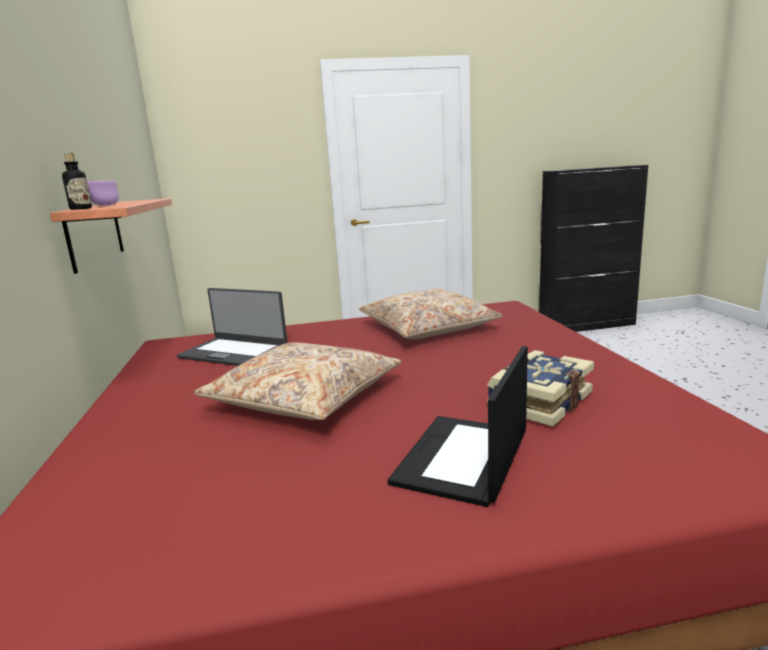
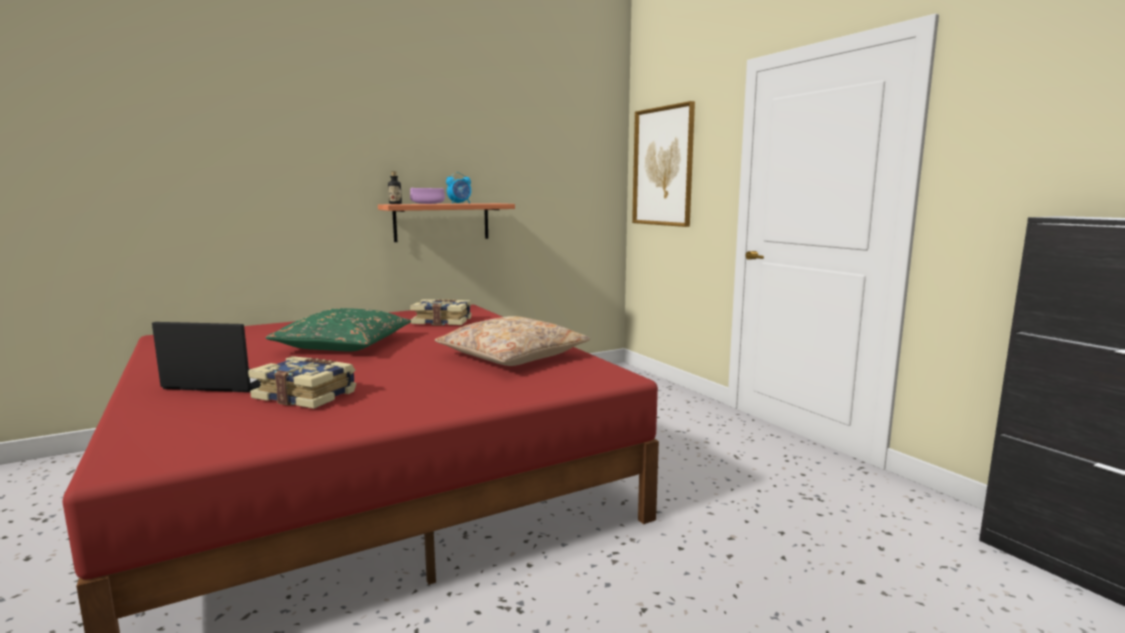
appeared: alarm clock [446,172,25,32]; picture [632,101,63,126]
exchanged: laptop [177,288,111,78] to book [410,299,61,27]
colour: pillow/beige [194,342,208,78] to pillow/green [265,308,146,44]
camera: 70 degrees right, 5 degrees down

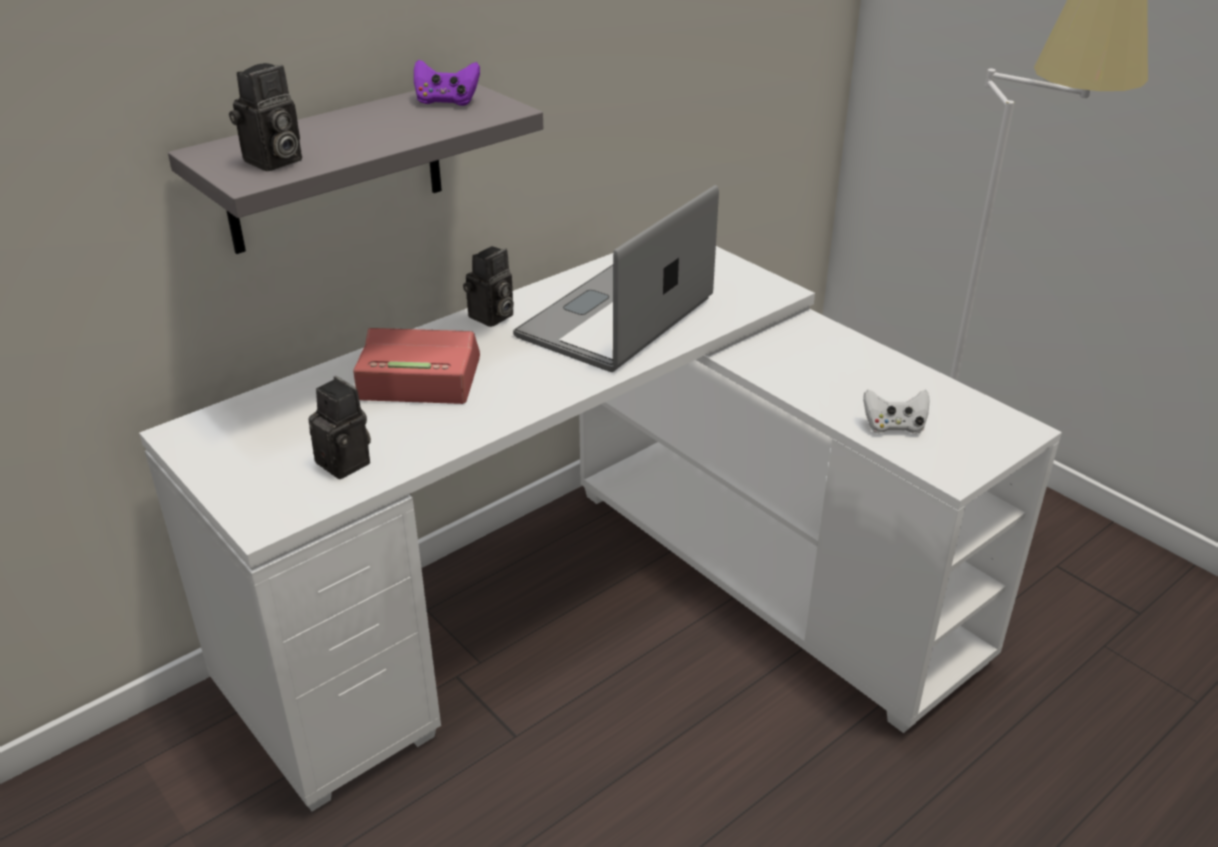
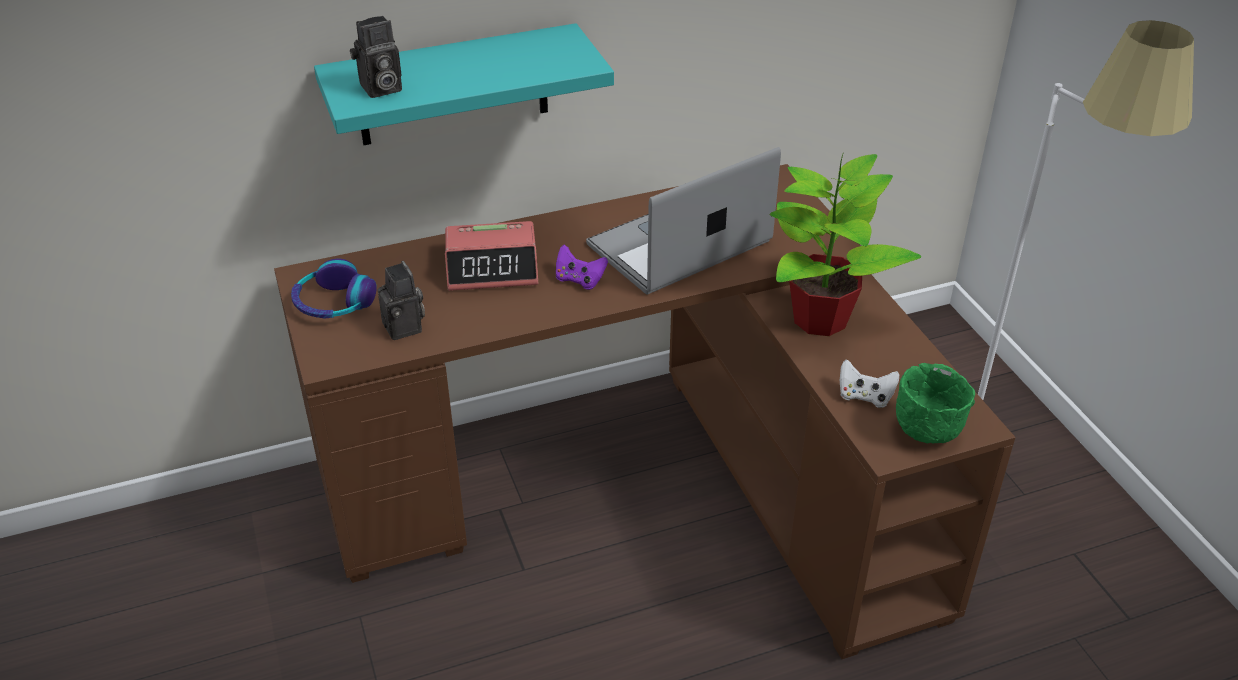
missing: photo camera [463,246,51,81]
appeared: headphones [291,258,86,61]; potted plant [769,152,153,184]; bowl/green [896,363,79,80]
relocated: game controller/purple [414,60,66,46] to [556,245,52,45]
colour: desk/white [139,246,923,565] to desk/brown [274,164,742,495]; shelf/grey [168,84,375,170] to shelf/turquoise [314,23,300,122]
spun: alarm clock [353,328,127,76] = [445,221,93,70] 150 degrees clockwise
camera: 20 degrees right, 5 degrees up

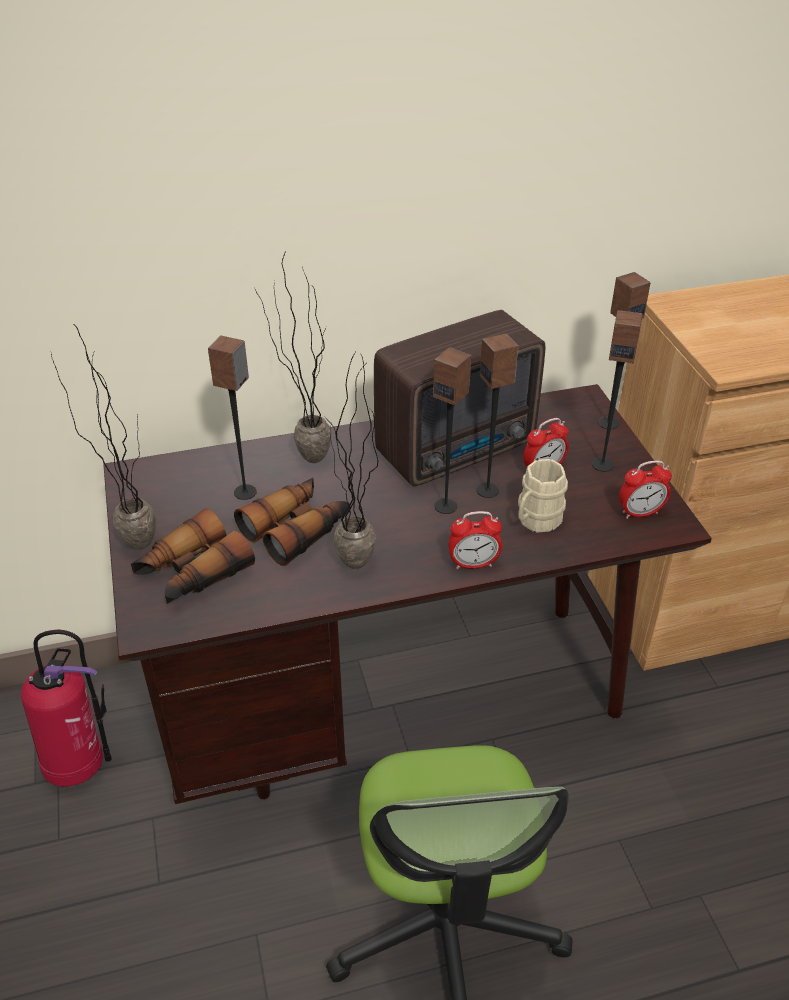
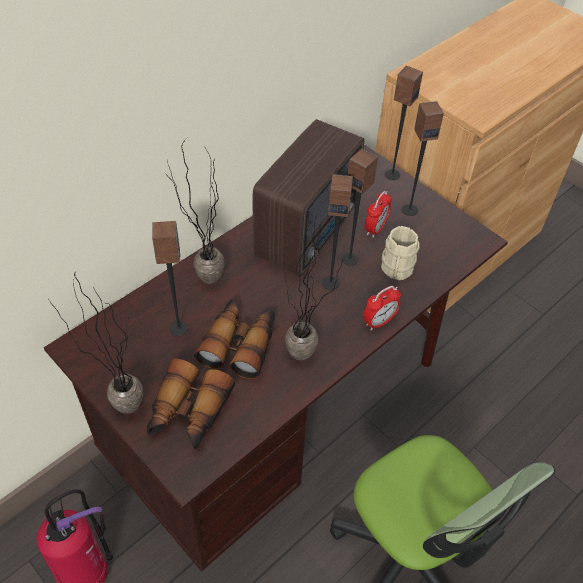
missing: alarm clock [619,460,53,59]
camera: 30 degrees left, 10 degrees up

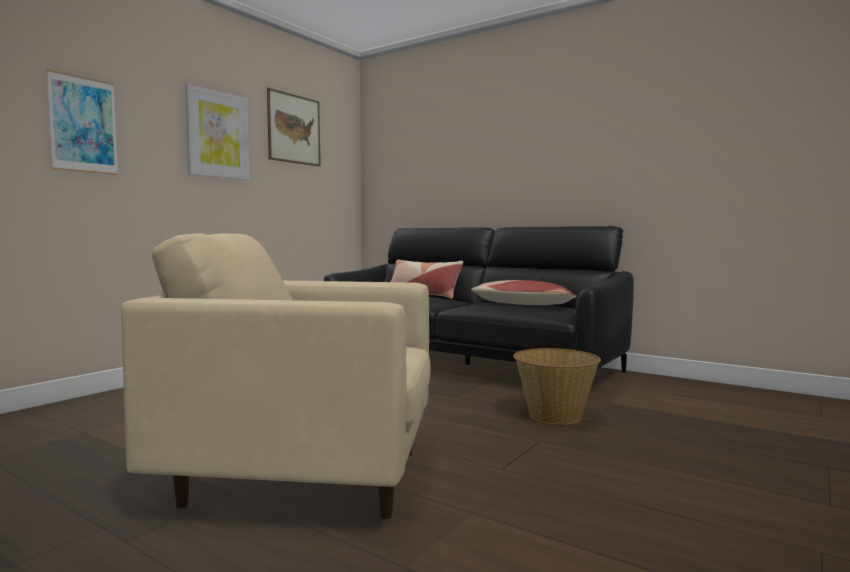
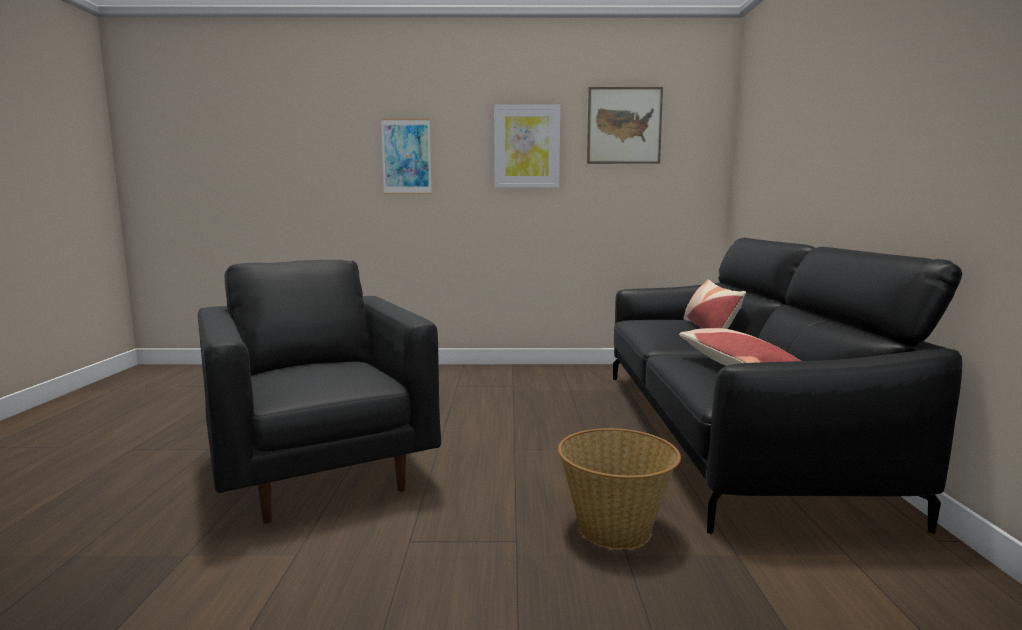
colour: armchair/beige [121,233,310,286] to armchair/black [198,260,243,264]
camera: 55 degrees right, 5 degrees up

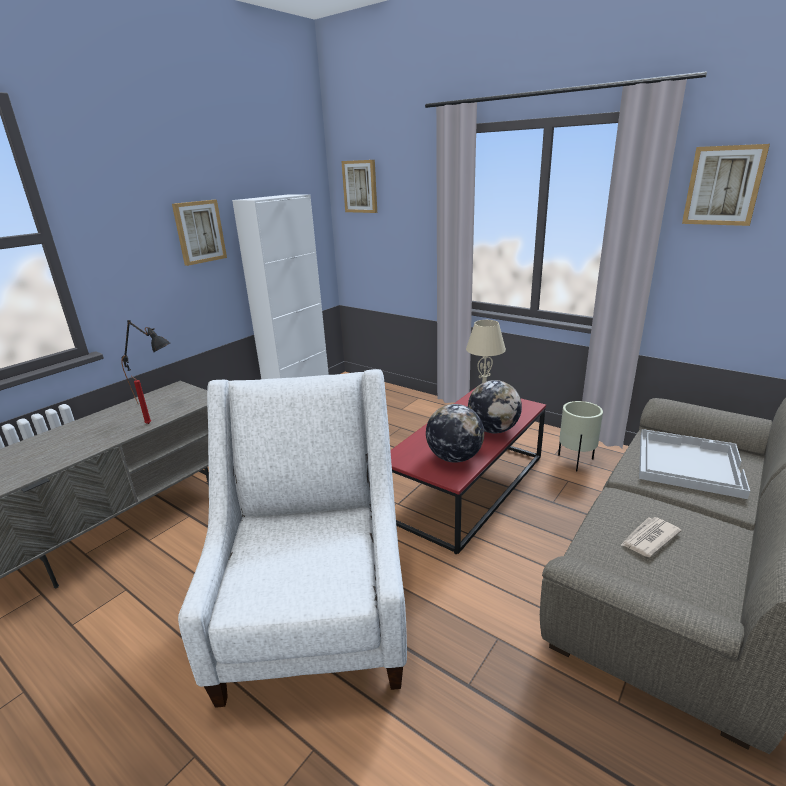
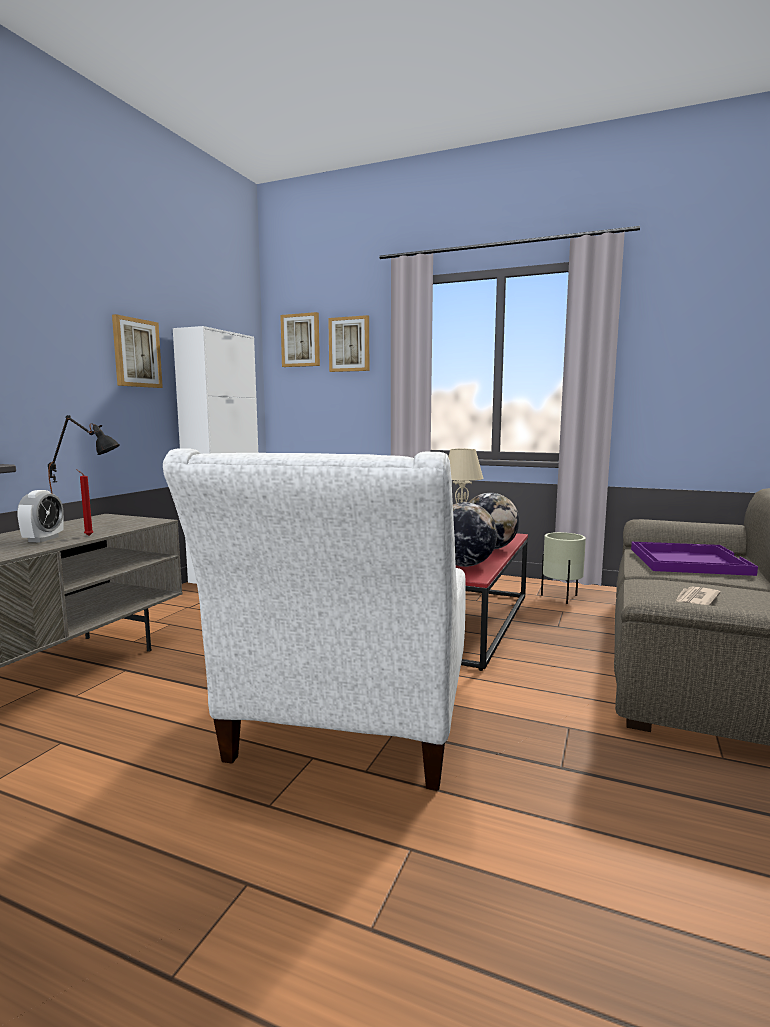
appeared: alarm clock [17,490,47,53]
relocated: picture [682,144,88,82] to [328,315,41,57]
colour: tray/white [639,429,111,70] to tray/purple [631,542,127,34]
spun: armchair/white [178,369,229,339] = [163,448,303,342] 150 degrees counterclockwise
camera: 15 degrees left, 15 degrees down

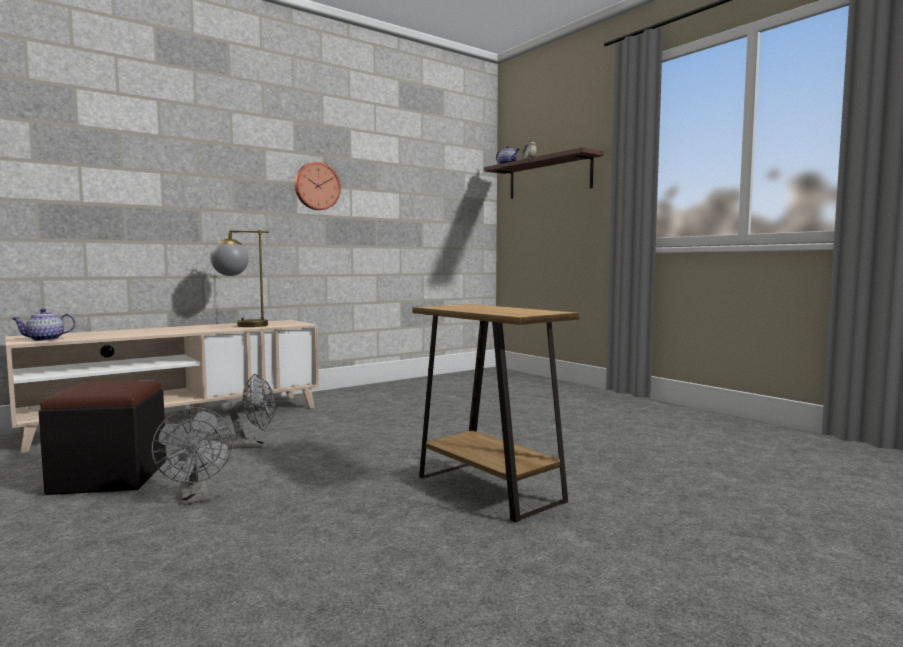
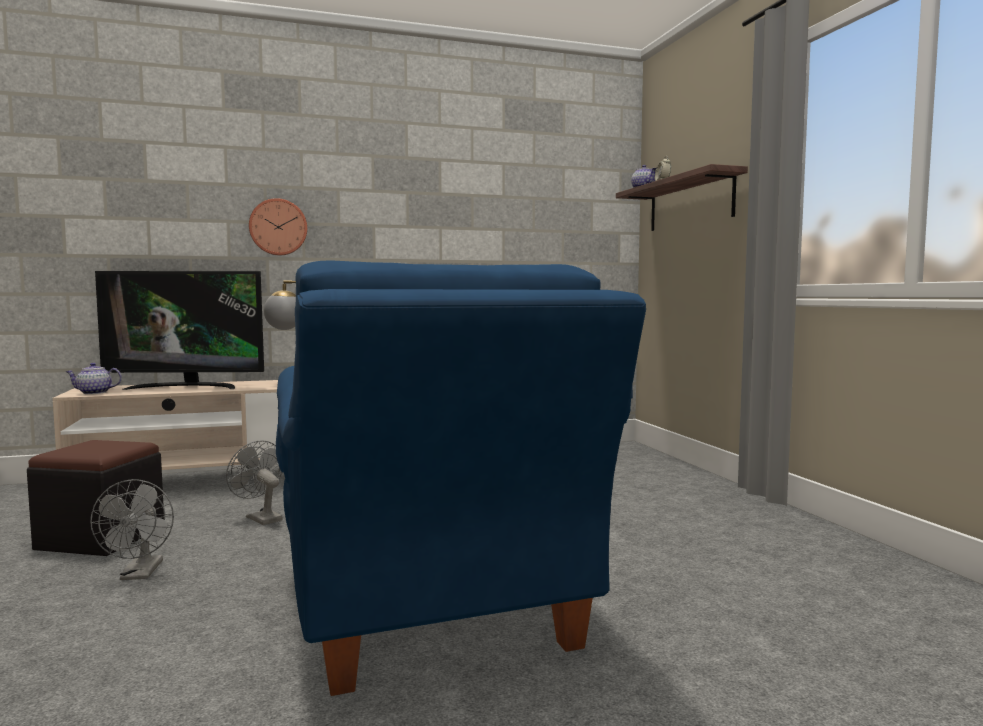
appeared: television [95,271,169,119]
relocated: wall clock [295,162,46,48] to [249,198,58,58]
exchanged: side table/brown [413,304,166,218] to armchair/blue [276,260,370,436]
spun: fan/grey [221,374,54,75] = [226,440,57,85] 150 degrees counterclockwise
camera: 20 degrees right, 0 degrees up

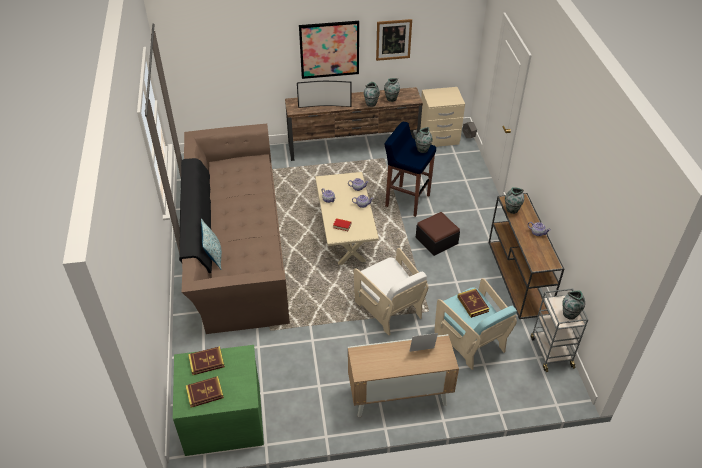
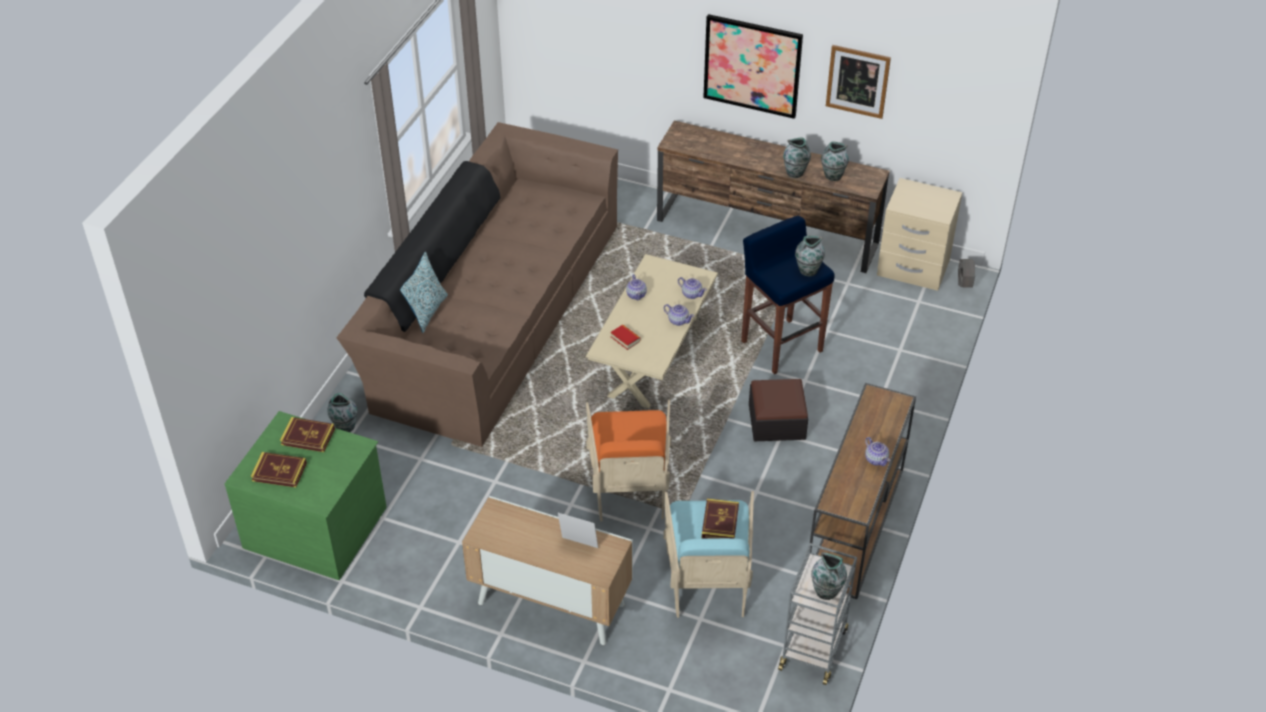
missing: television [297,81,54,27]
relocated: vase [505,187,19,27] to [327,393,31,39]
colour: armchair/white [354,248,74,88] to armchair/orange [586,400,85,121]
camera: 30 degrees right, 0 degrees up

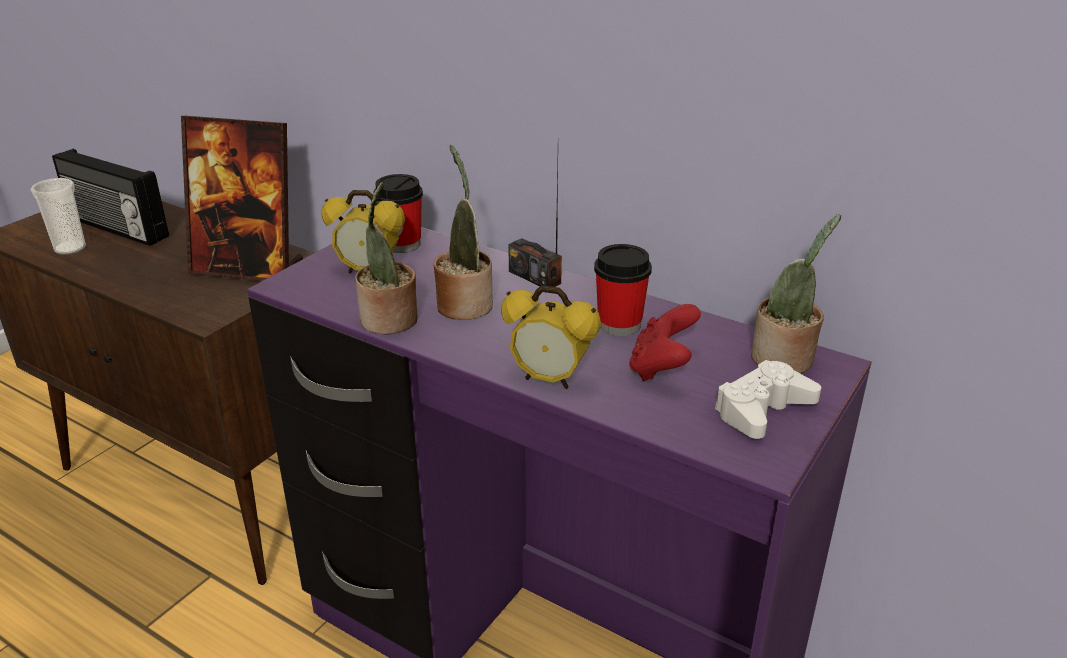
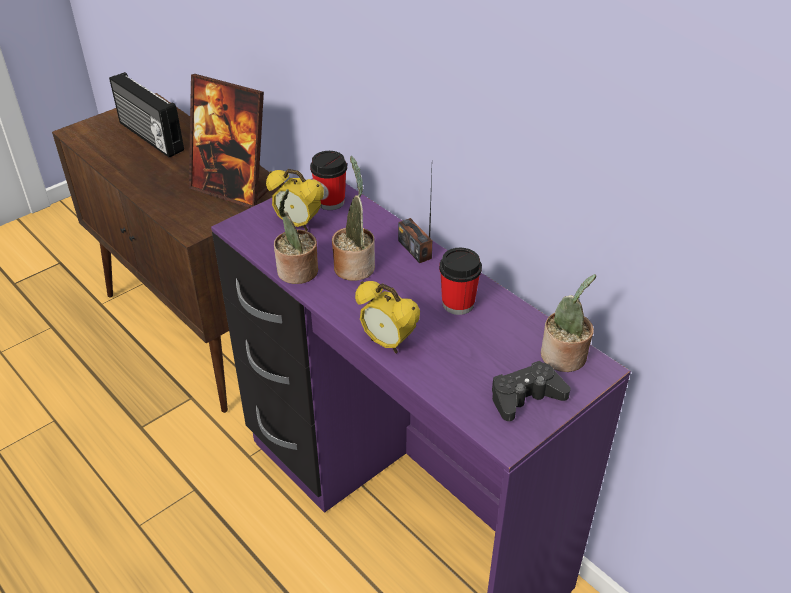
missing: cup [31,178,55,77]; game controller/red [629,304,72,77]
colour: game controller/white [715,360,106,79] to game controller/black [492,361,78,60]
camera: 15 degrees right, 10 degrees up

